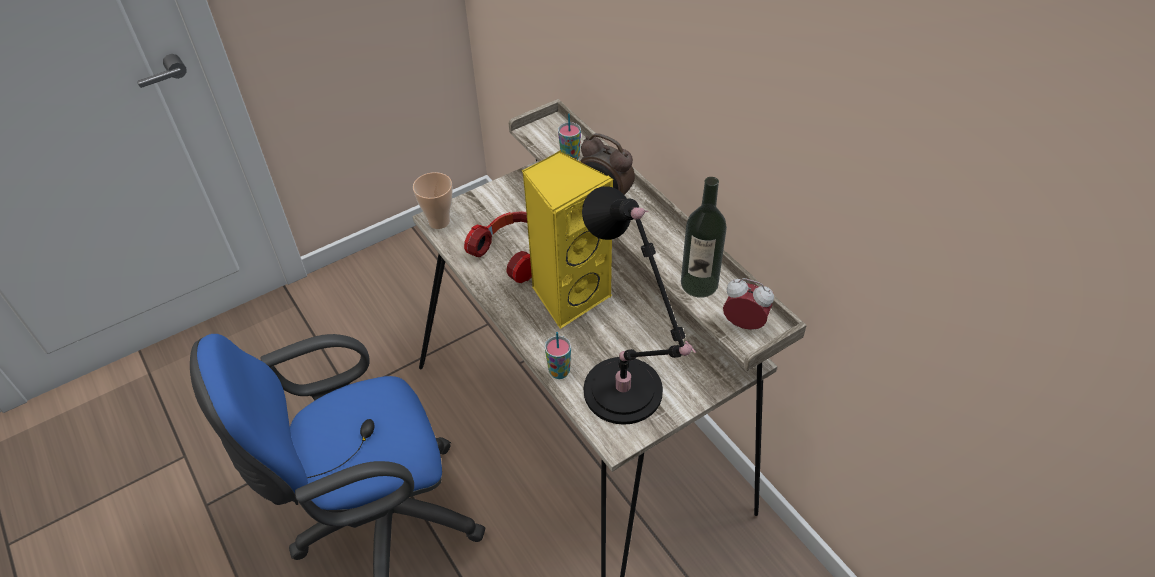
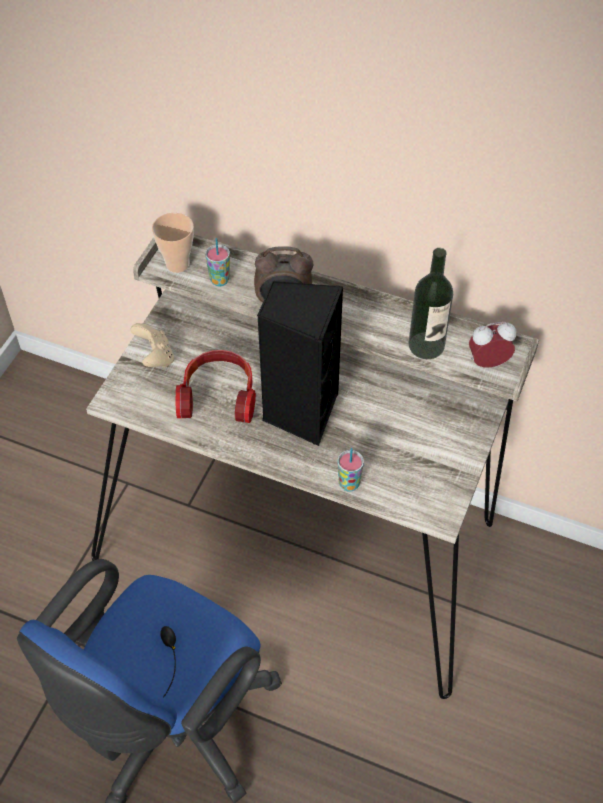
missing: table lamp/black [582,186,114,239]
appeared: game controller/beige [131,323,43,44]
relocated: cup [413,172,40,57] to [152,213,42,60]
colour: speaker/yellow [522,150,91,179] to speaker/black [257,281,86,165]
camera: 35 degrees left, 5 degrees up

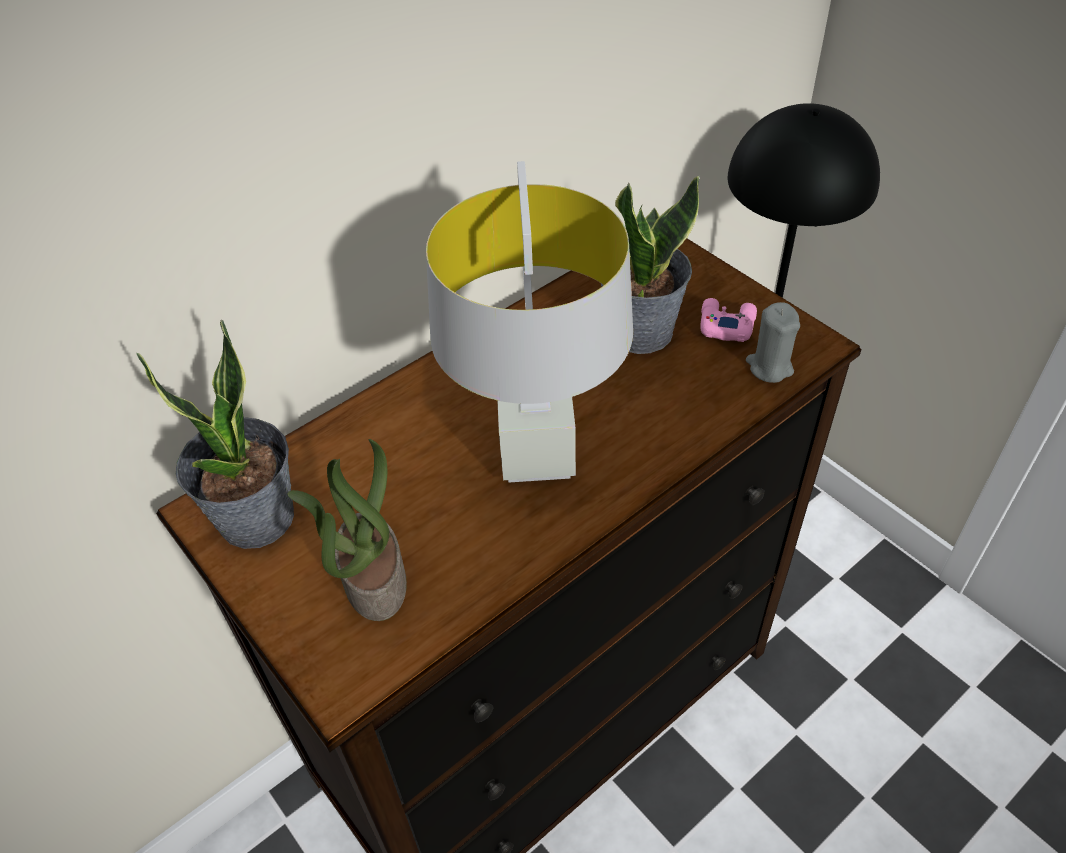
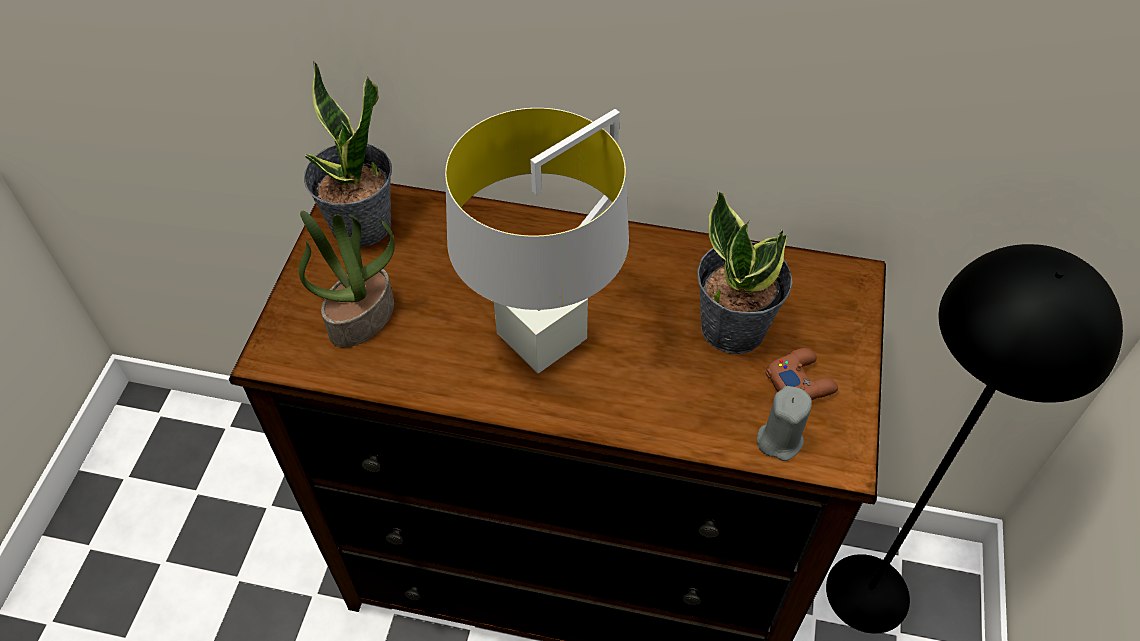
colour: game controller/pink [700,298,57,44] to game controller/brown [765,348,73,52]
camera: 50 degrees right, 5 degrees up

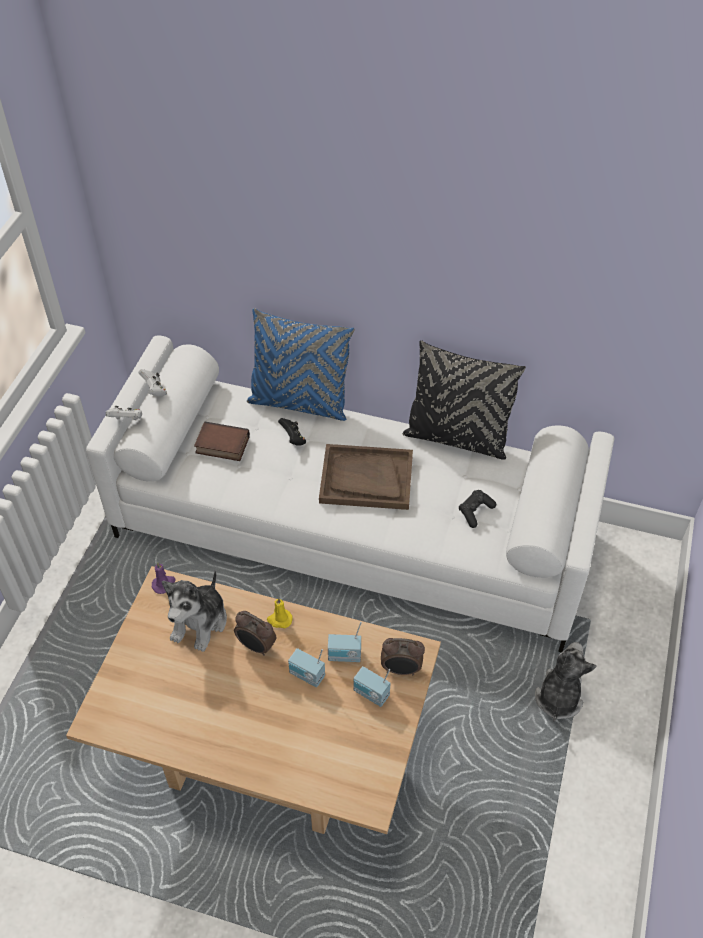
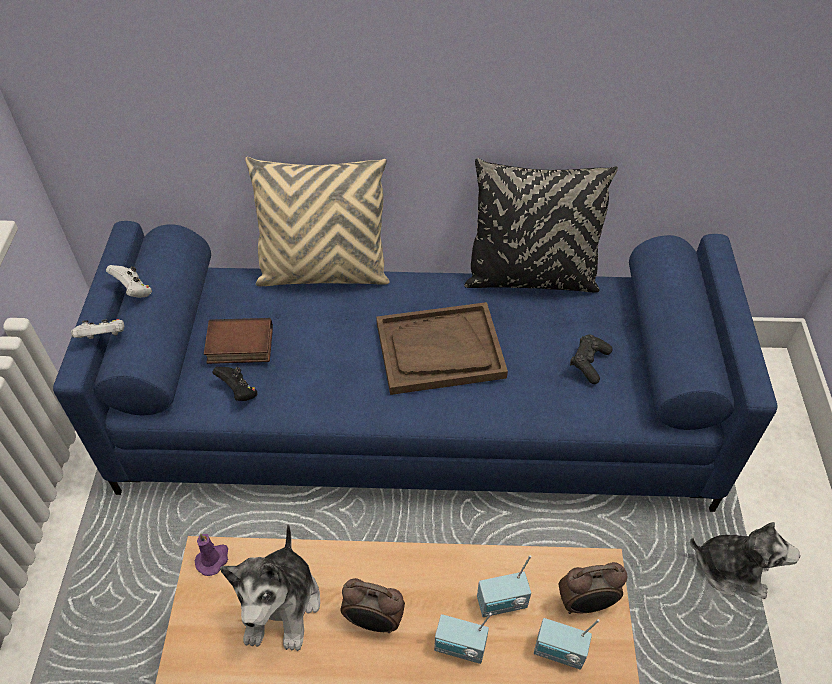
missing: candle/yellow [267,597,26,31]
relocated: game controller/black [278,418,28,27] to [212,367,45,34]
colour: sofa/white [86,335,528,318] to sofa/blue [53,221,724,291]; pillow/blue [247,308,108,113] to pillow/beige [245,157,145,129]
spun: plush toy [535,642,62,80] = [690,522,110,77] 105 degrees clockwise
camera: 15 degrees left, 0 degrees up

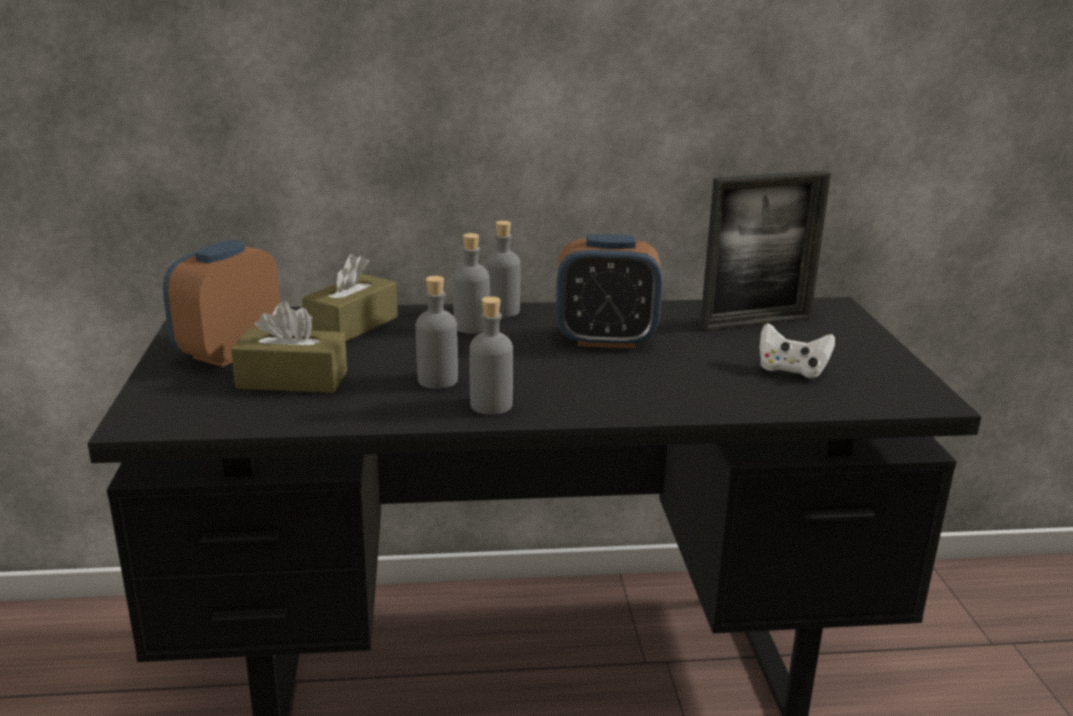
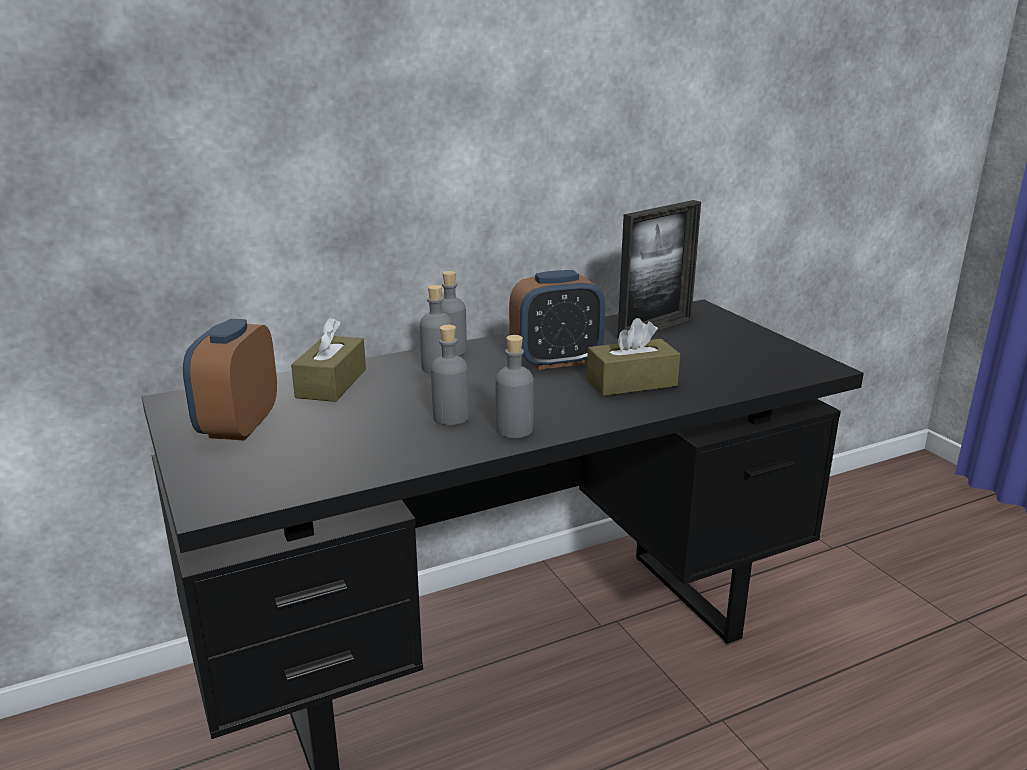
missing: game controller/white [759,323,76,55]
relocated: tissue box/brown [231,301,116,92] to [587,318,93,78]
camera: 20 degrees left, 0 degrees up

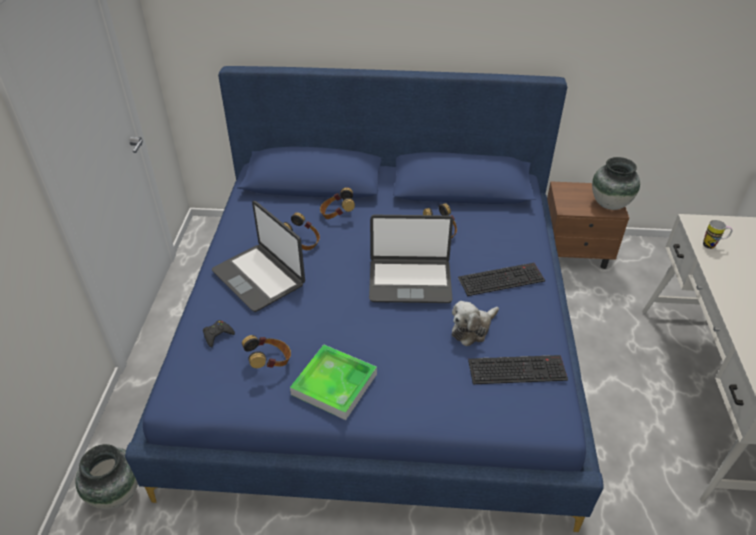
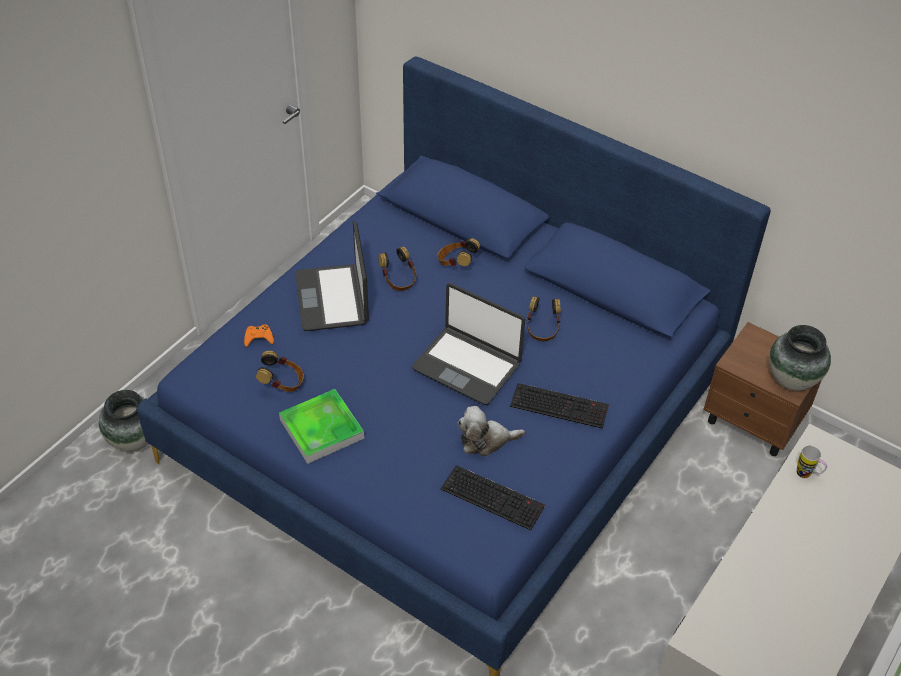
colour: game controller/black [203,320,32,27] to game controller/orange [244,324,30,23]
camera: 30 degrees right, 5 degrees up

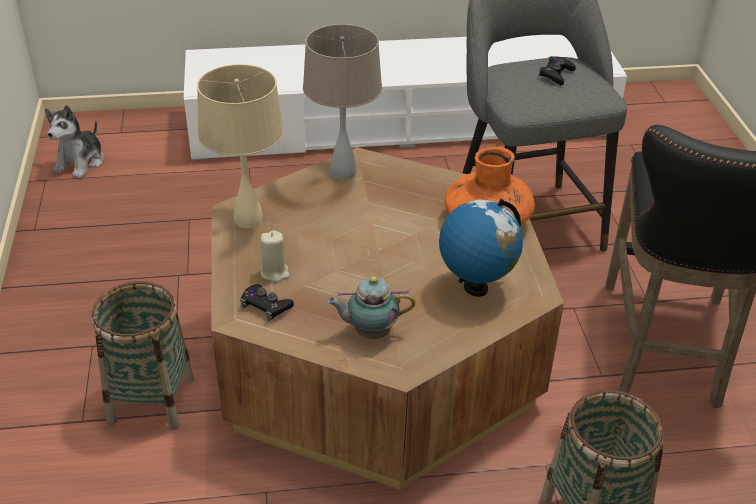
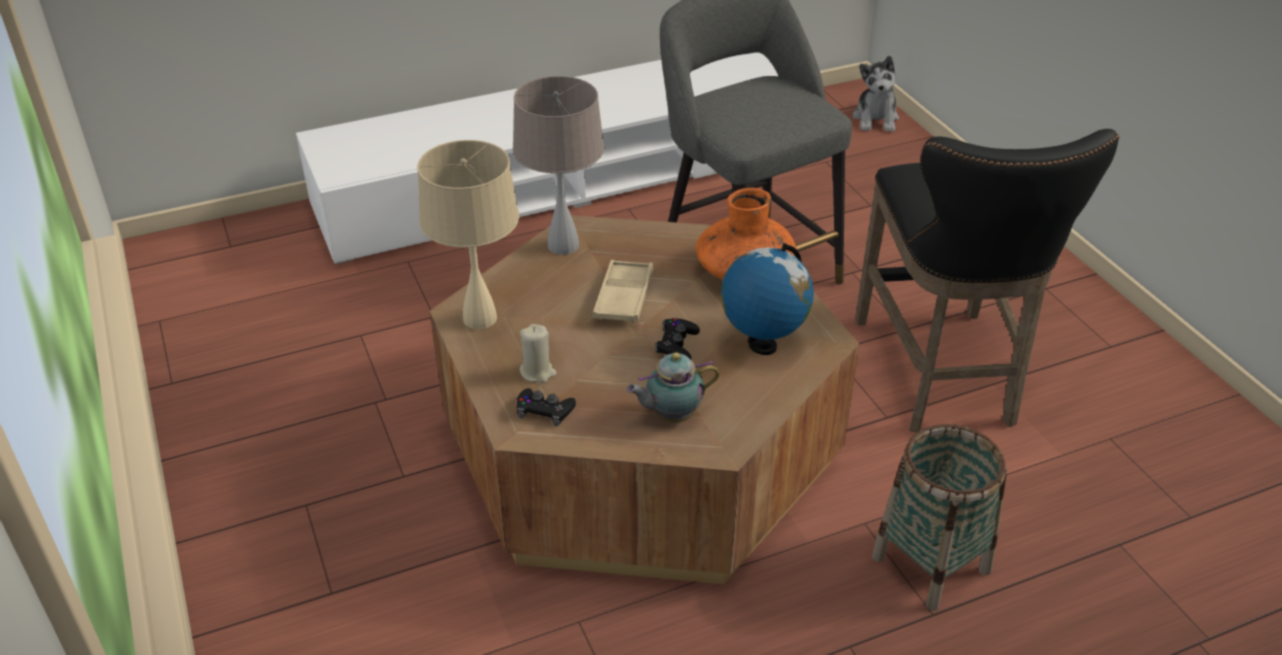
missing: basket [91,281,103,149]
appeared: tray/beige [593,260,60,63]
relocated: plush toy [45,105,59,73] to [853,56,46,76]; game controller/black [539,56,37,29] to [655,318,45,41]
camera: 15 degrees left, 0 degrees up

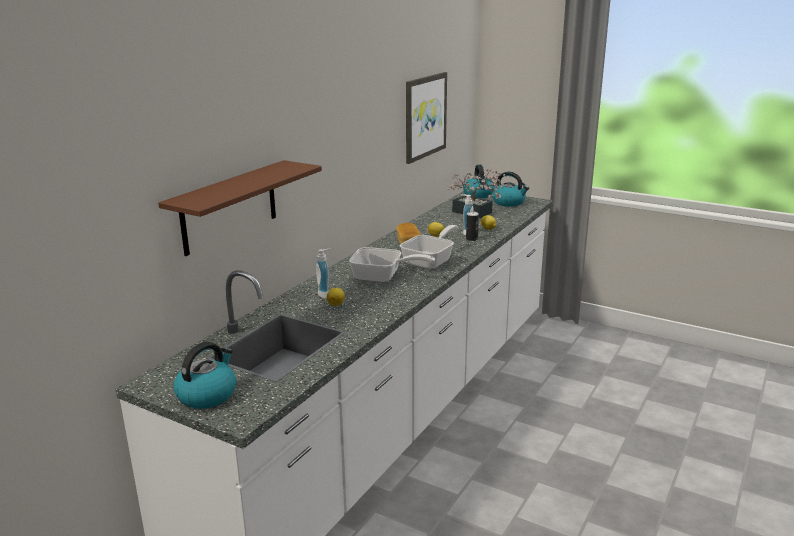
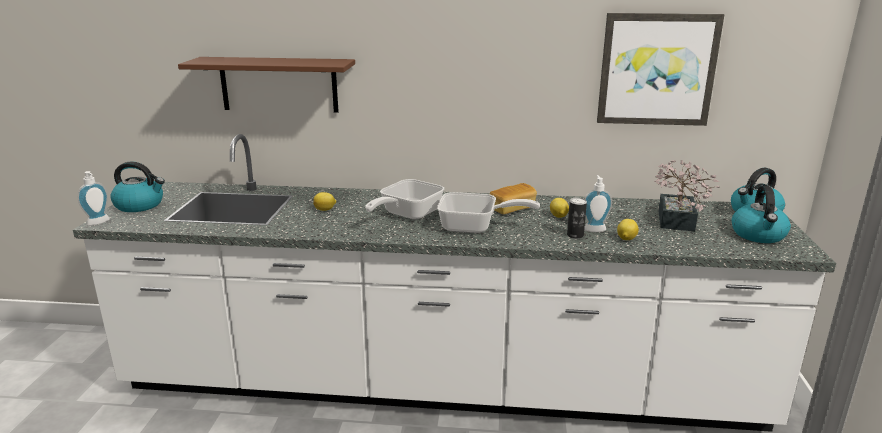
relocated: soap dispenser [316,249,15,50] to [77,171,33,55]
spun: frying pan [349,247,86,35] = [365,179,79,41] 45 degrees clockwise
camera: 65 degrees right, 0 degrees up

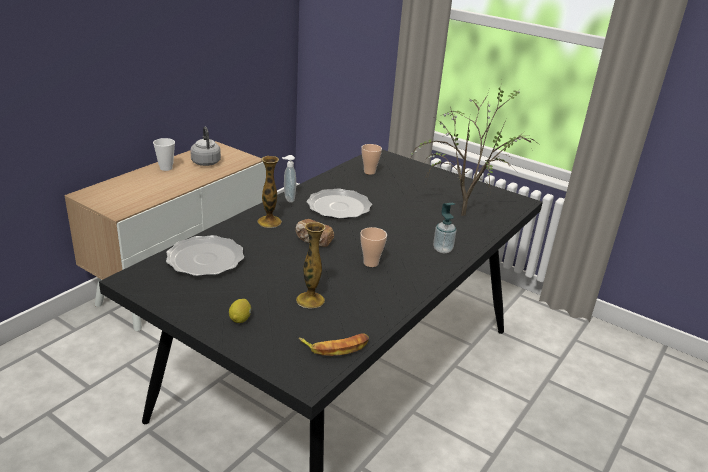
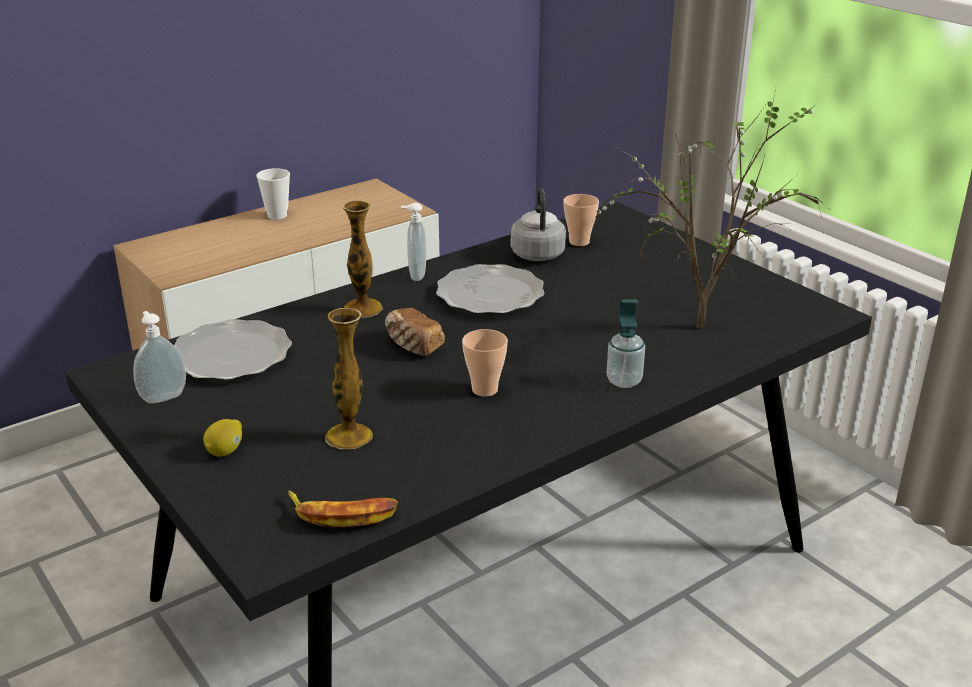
appeared: soap dispenser [133,311,53,93]
relocated: kettle/grey [190,127,31,39] to [511,188,55,73]
camera: 20 degrees right, 0 degrees up

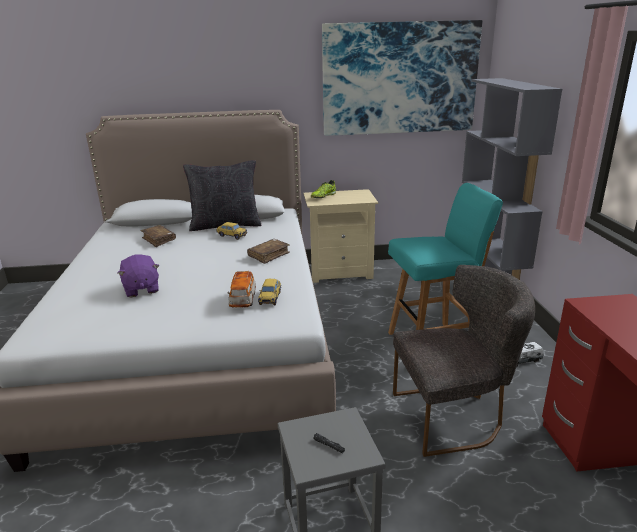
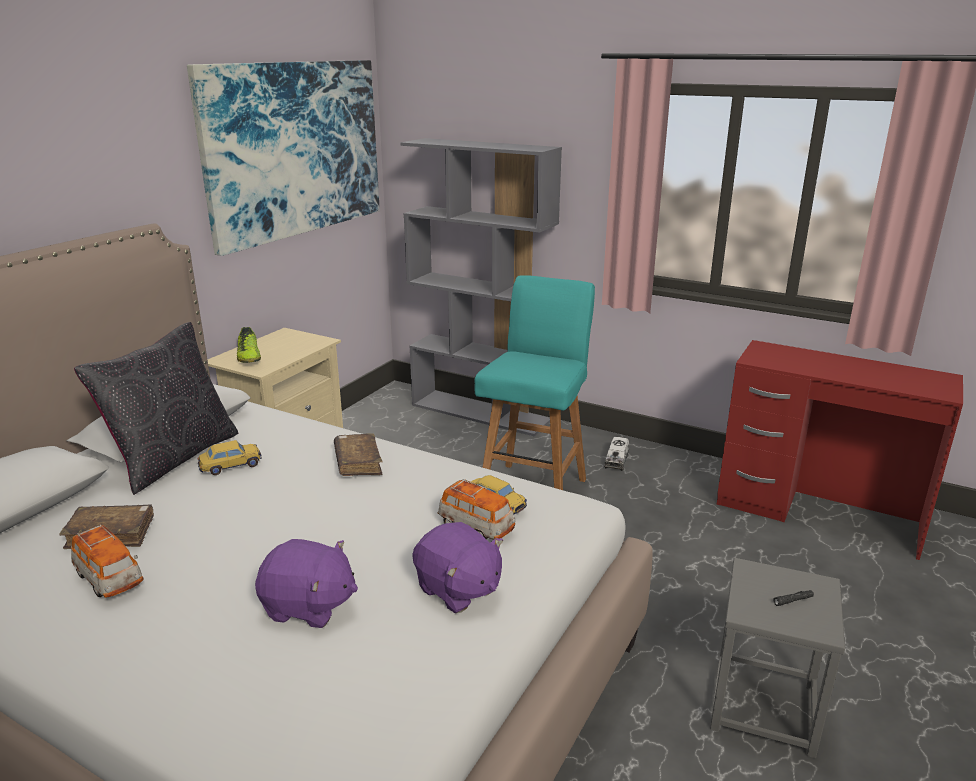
missing: chair/grey [393,265,142,192]
appeared: toy car [71,524,73,74]; plush toy/purple [412,522,91,91]
camera: 55 degrees left, 0 degrees up

